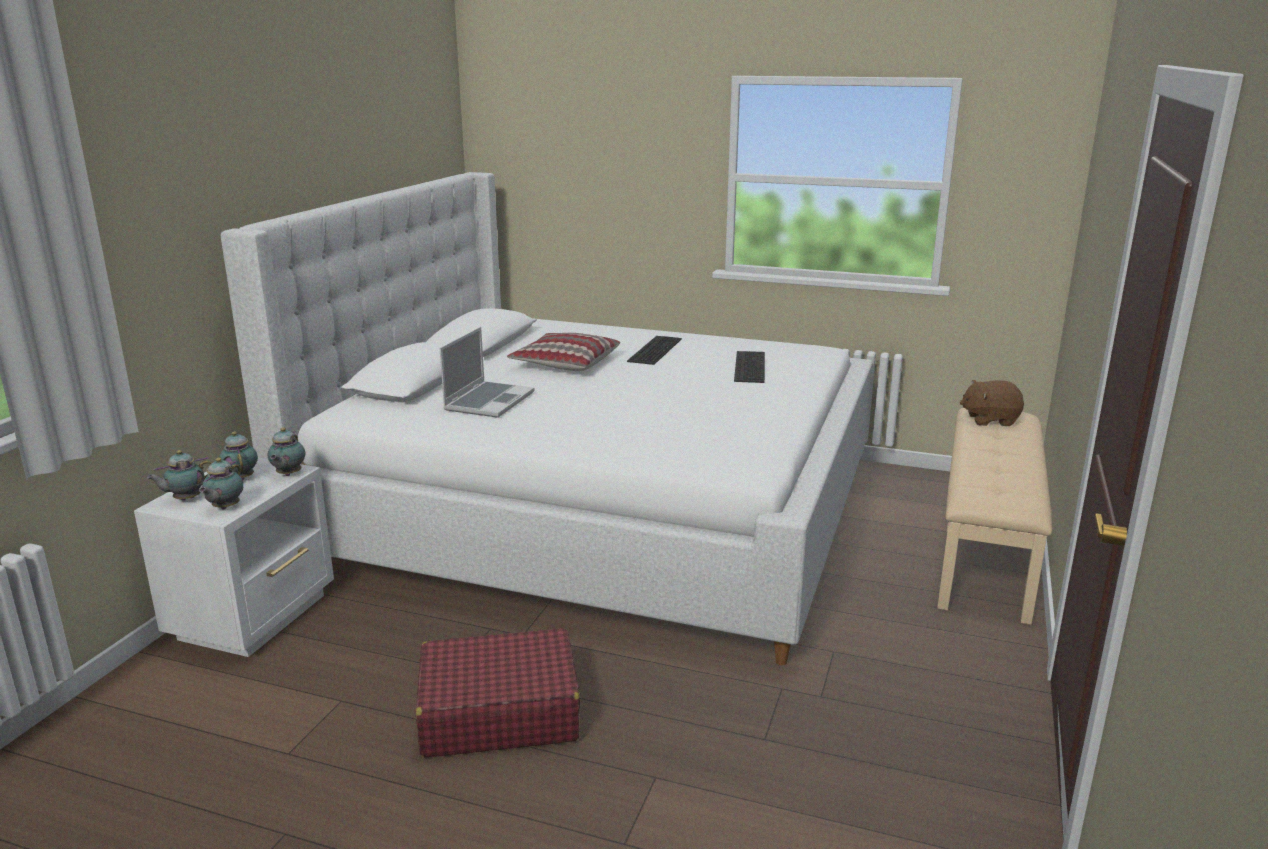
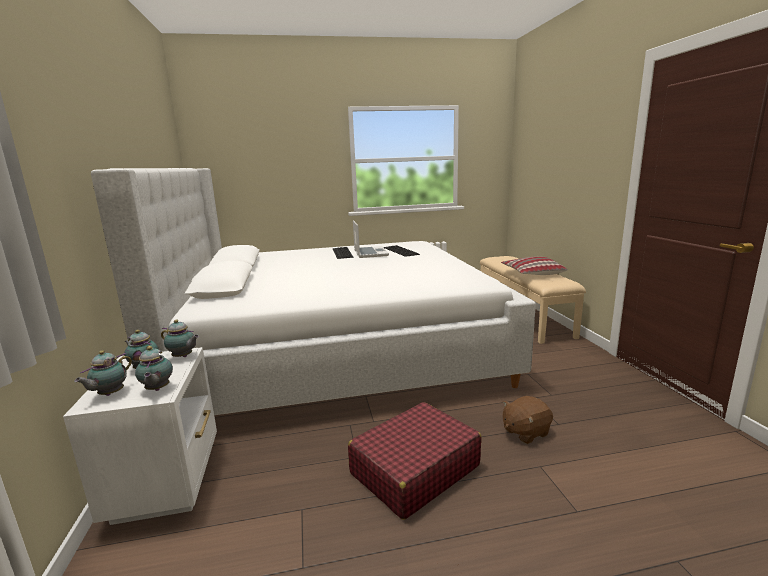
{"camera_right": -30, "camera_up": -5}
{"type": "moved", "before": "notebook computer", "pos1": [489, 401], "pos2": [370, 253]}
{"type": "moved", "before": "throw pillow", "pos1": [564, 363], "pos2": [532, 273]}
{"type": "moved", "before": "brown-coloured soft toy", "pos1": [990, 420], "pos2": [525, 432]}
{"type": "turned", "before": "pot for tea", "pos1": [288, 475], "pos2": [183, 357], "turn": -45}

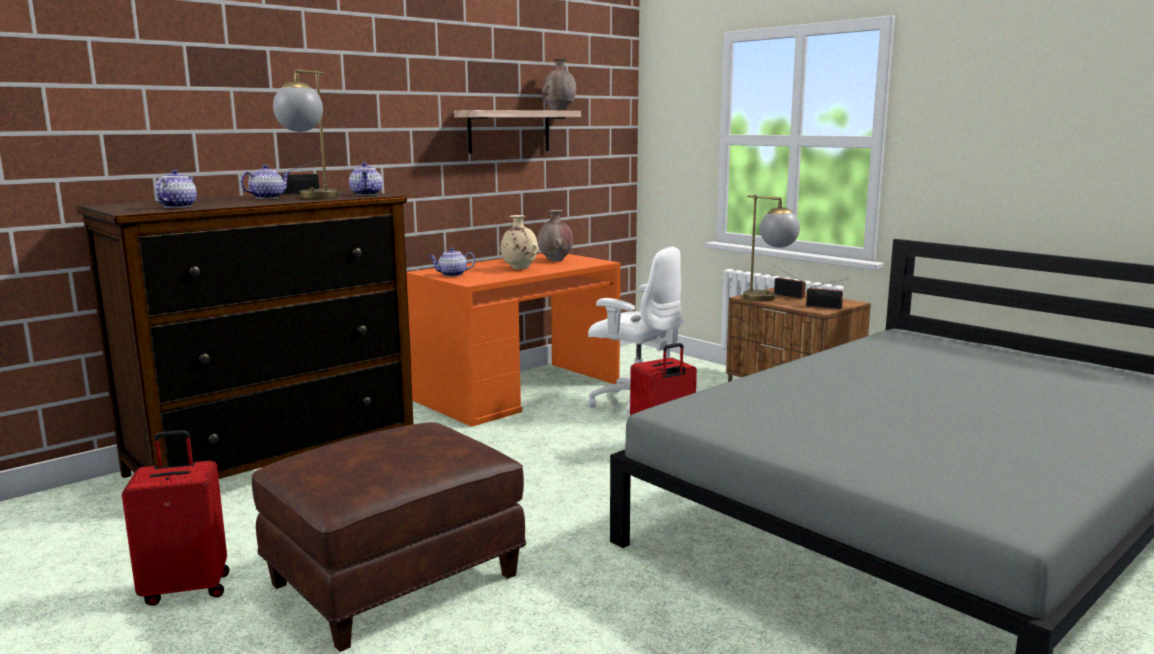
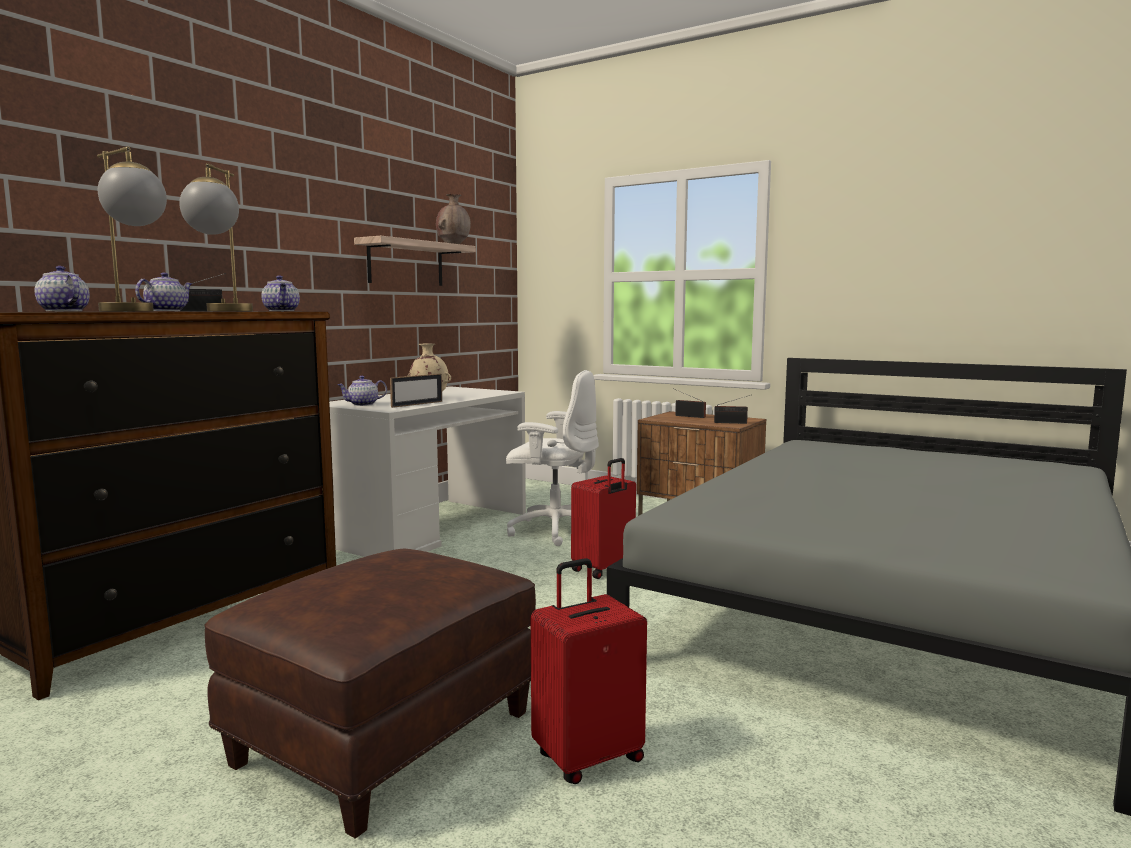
{"camera_right": -15, "camera_up": -5}
{"type": "turned", "before": "pot for tea", "pos1": [178, 206], "pos2": [63, 311], "turn": -45}
{"type": "moved", "before": "tabletop lamp", "pos1": [768, 300], "pos2": [136, 311]}
{"type": "removed", "before": "brown-coloured vase", "pos1": [556, 260]}
{"type": "recoloured", "before": "orange-coloured desk table", "after": "white-coloured desk table", "pos1": [518, 391], "pos2": [427, 527]}
{"type": "moved", "before": "reddish suitcase", "pos1": [187, 588], "pos2": [587, 757]}
{"type": "added", "after": "photo frame", "pos2": [417, 404]}

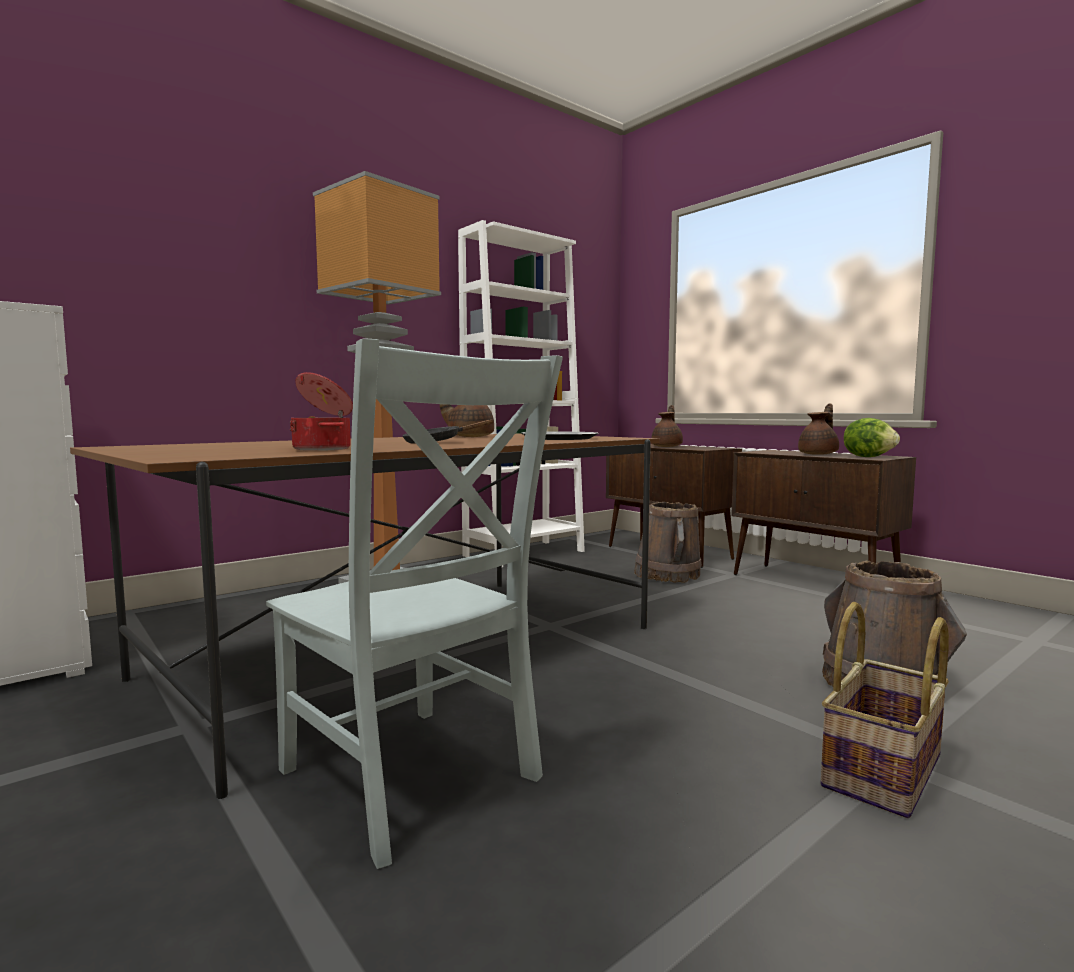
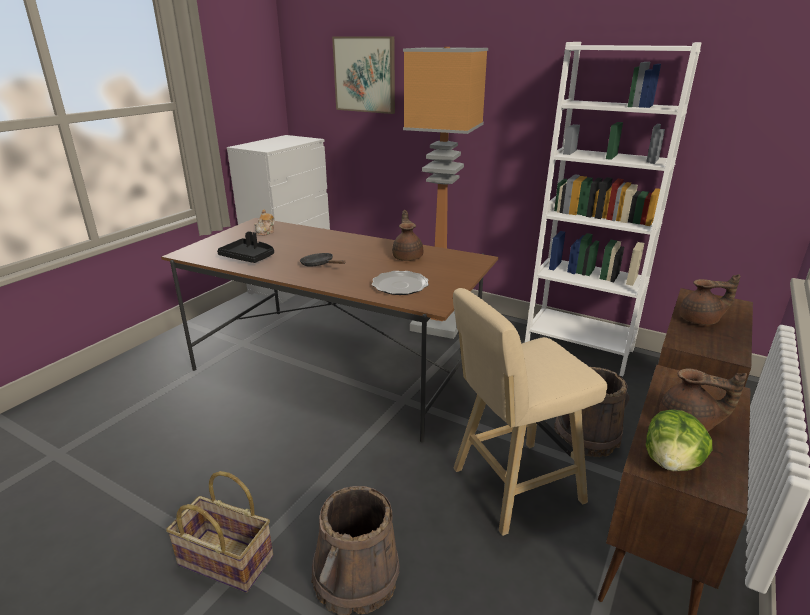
{"camera_right": 70, "camera_up": 20}
{"type": "removed", "before": "gray chair", "pos1": [414, 779]}
{"type": "replaced", "before": "stockpot", "after": "black tray", "pos1": [324, 449], "pos2": [248, 257]}
{"type": "added", "after": "wall picture", "pos2": [365, 74]}
{"type": "added", "after": "pot for tea", "pos2": [266, 232]}
{"type": "added", "after": "beige sitting stool", "pos2": [511, 487]}

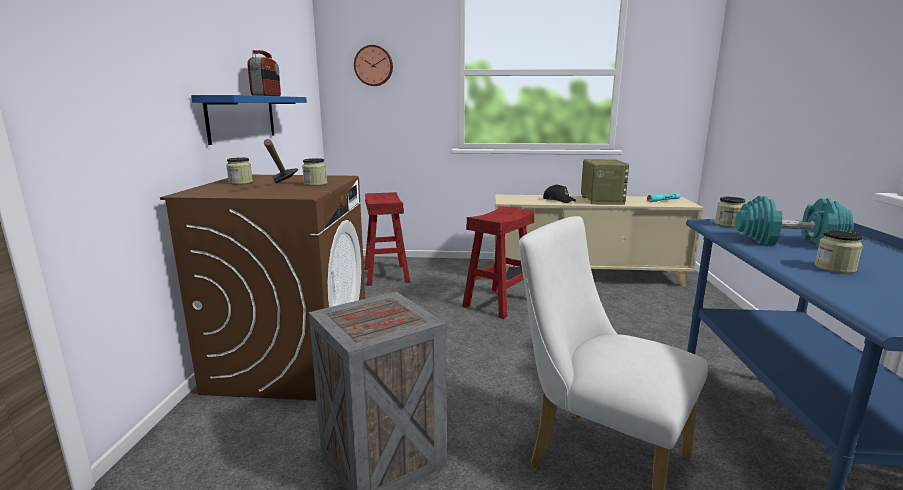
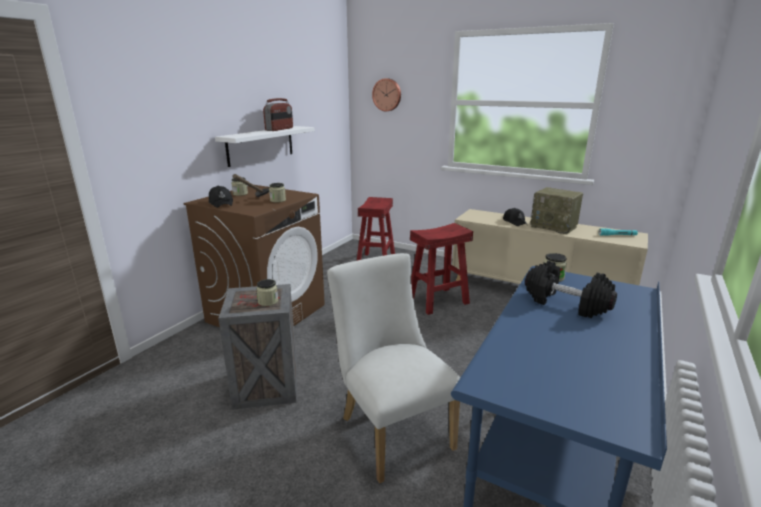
{"camera_right": 25, "camera_up": 5}
{"type": "recoloured", "before": "bluish bracket shelf", "after": "white-coloured bracket shelf", "pos1": [242, 118], "pos2": [261, 145]}
{"type": "turned", "before": "radio set", "pos1": [601, 200], "pos2": [554, 227], "turn": 105}
{"type": "recoloured", "before": "turquoise free weight", "after": "black free weight", "pos1": [788, 241], "pos2": [566, 304]}
{"type": "moved", "before": "storage jar", "pos1": [834, 268], "pos2": [268, 301]}
{"type": "added", "after": "black baseball cap", "pos2": [221, 203]}

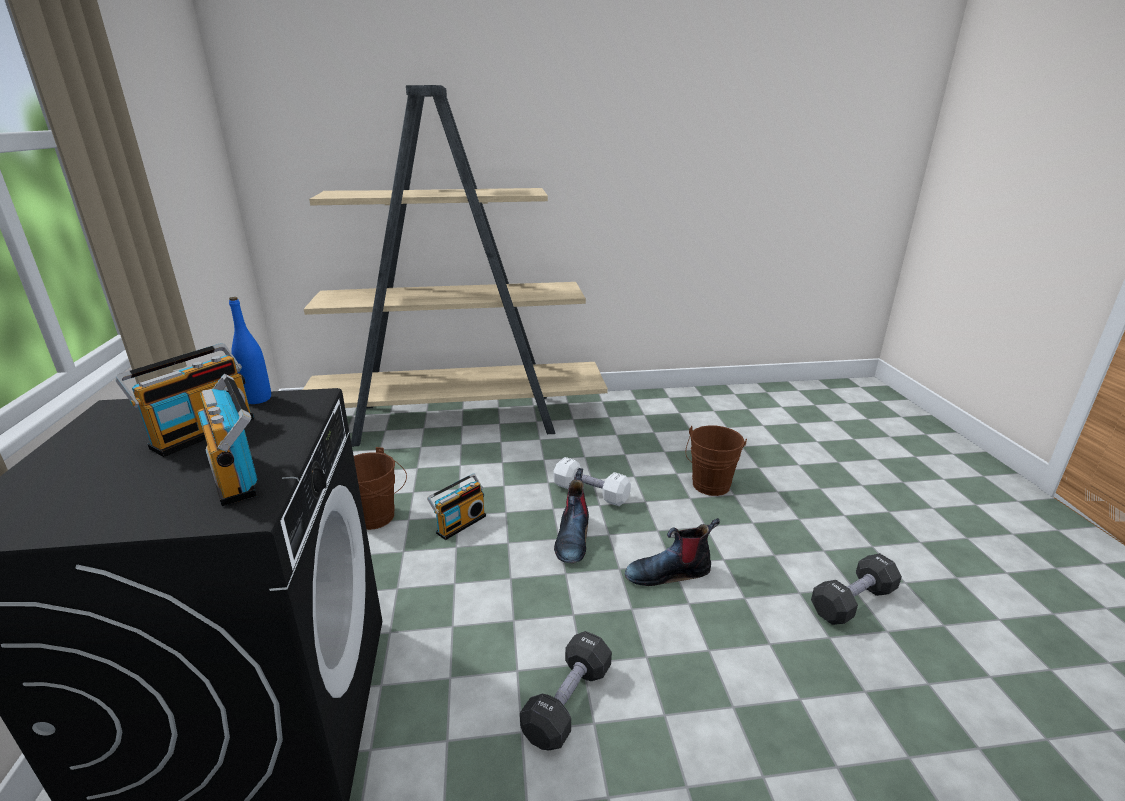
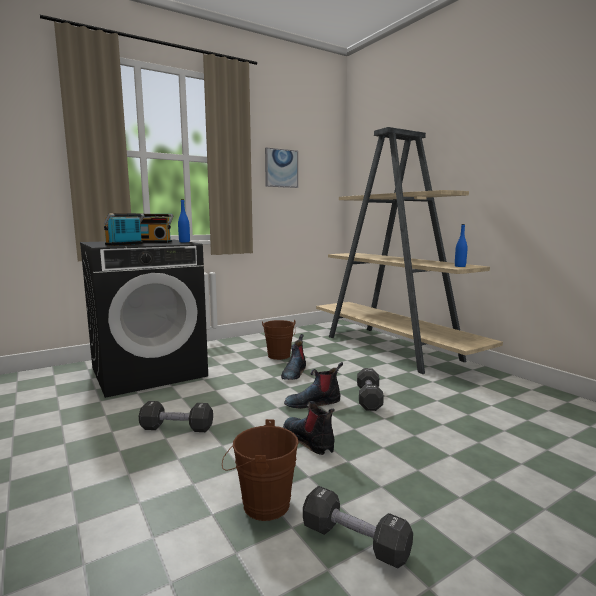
{"camera_right": 65, "camera_up": -15}
{"type": "moved", "before": "brown-coloured bucket", "pos1": [709, 487], "pos2": [261, 504]}
{"type": "recoloured", "before": "white-coloured free weight", "after": "black free weight", "pos1": [591, 493], "pos2": [369, 398]}
{"type": "replaced", "before": "radio set", "after": "tall boot", "pos1": [460, 523], "pos2": [294, 373]}
{"type": "added", "after": "wall picture", "pos2": [281, 168]}
{"type": "added", "after": "bluish bottle", "pos2": [460, 266]}

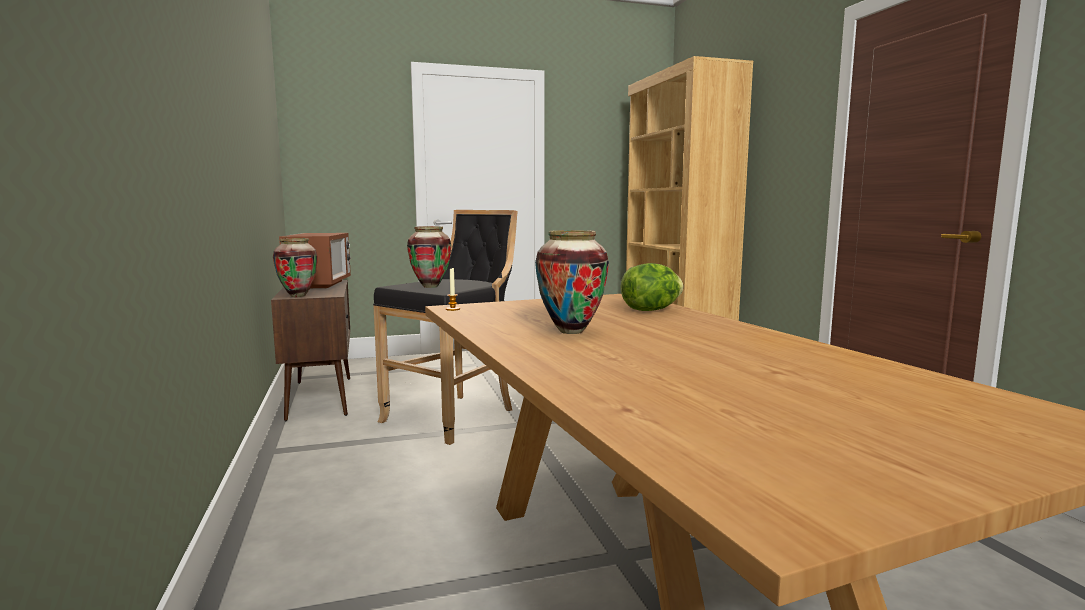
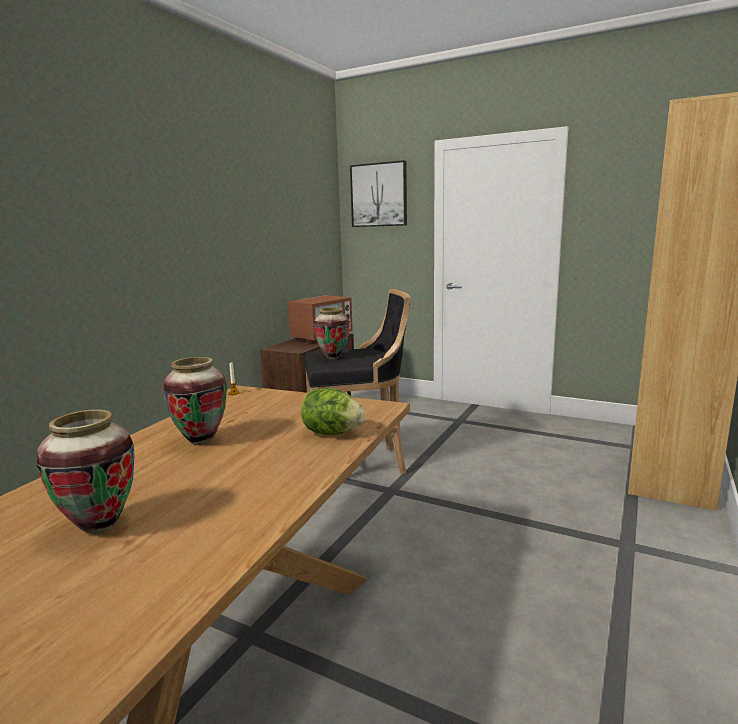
{"camera_right": 45, "camera_up": 5}
{"type": "moved", "before": "vase", "pos1": [298, 296], "pos2": [100, 526]}
{"type": "added", "after": "wall picture", "pos2": [379, 195]}

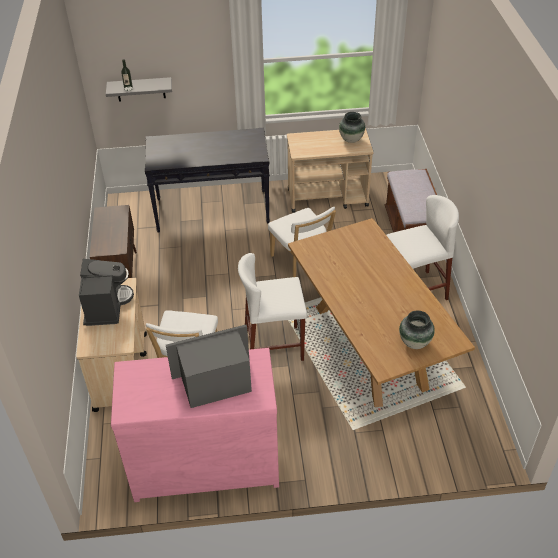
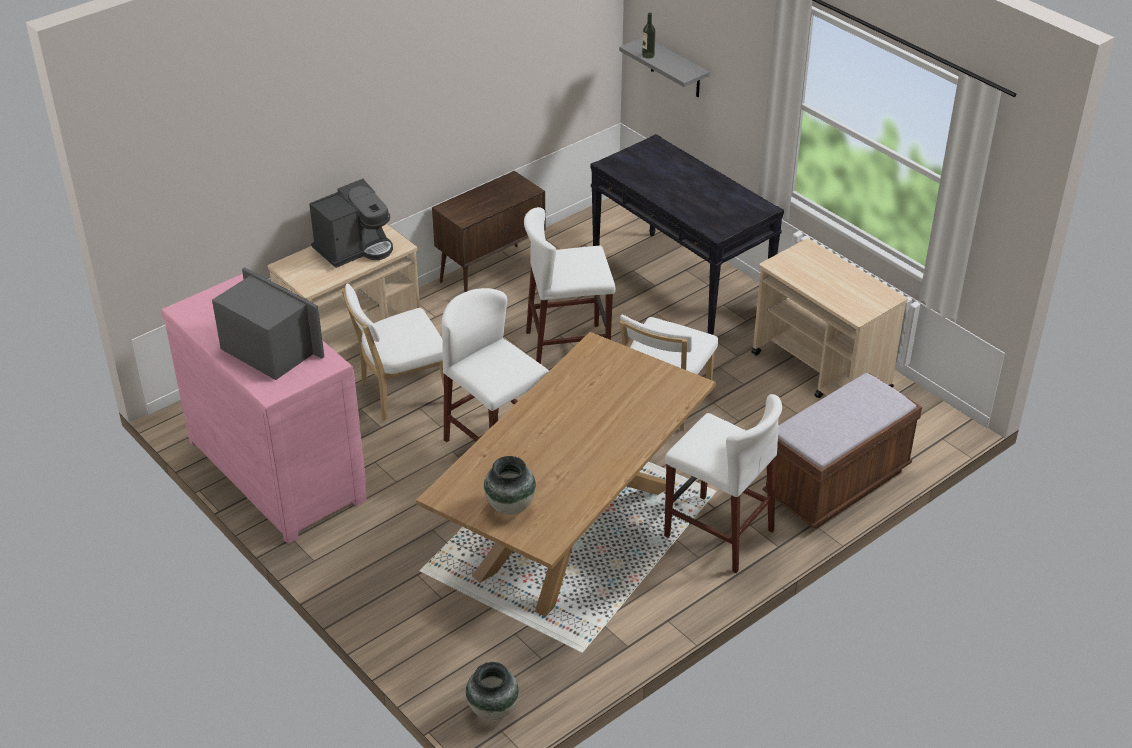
{"camera_right": 55, "camera_up": -5}
{"type": "moved", "before": "vase", "pos1": [351, 139], "pos2": [492, 710]}
{"type": "added", "after": "white-coloured sitting stool", "pos2": [567, 347]}

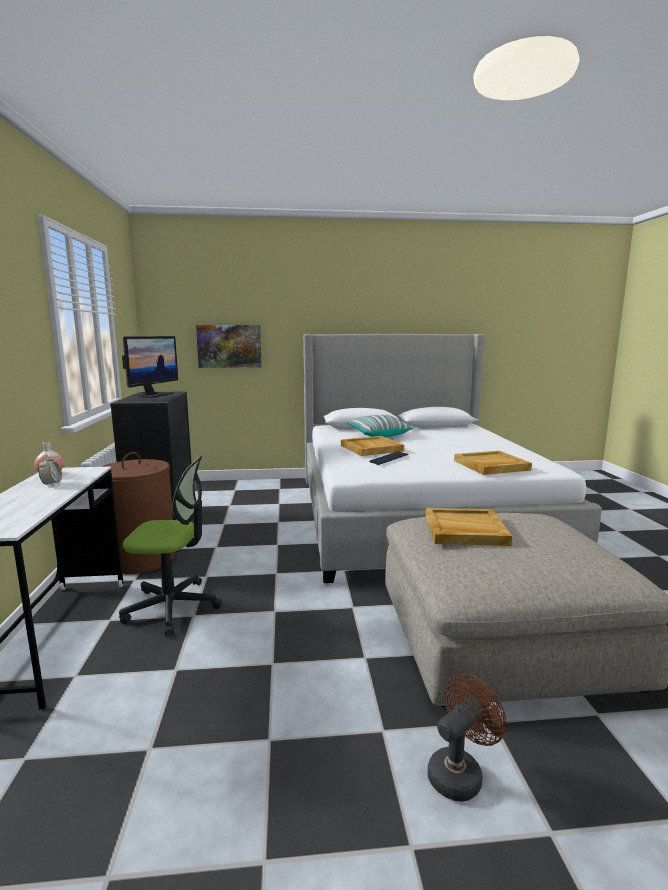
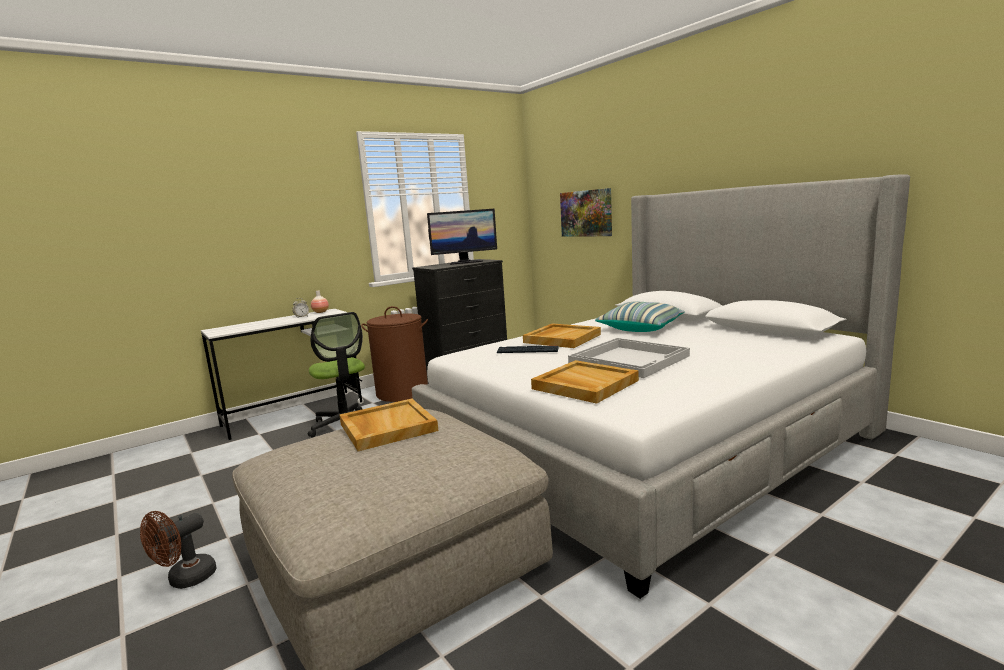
{"camera_right": 60, "camera_up": 0}
{"type": "turned", "before": "brown-coloured cooling fan", "pos1": [459, 772], "pos2": [185, 580], "turn": 105}
{"type": "added", "after": "white-coloured tray", "pos2": [630, 359]}

